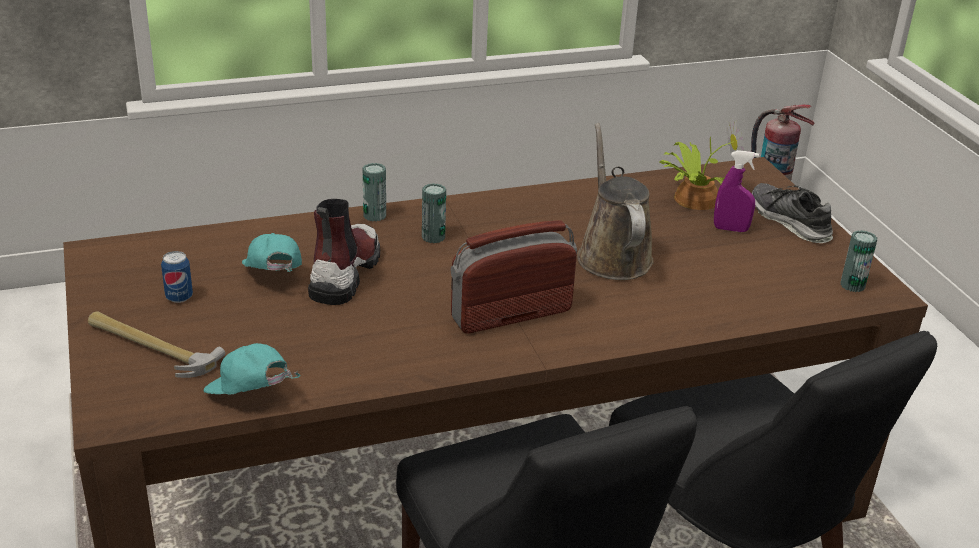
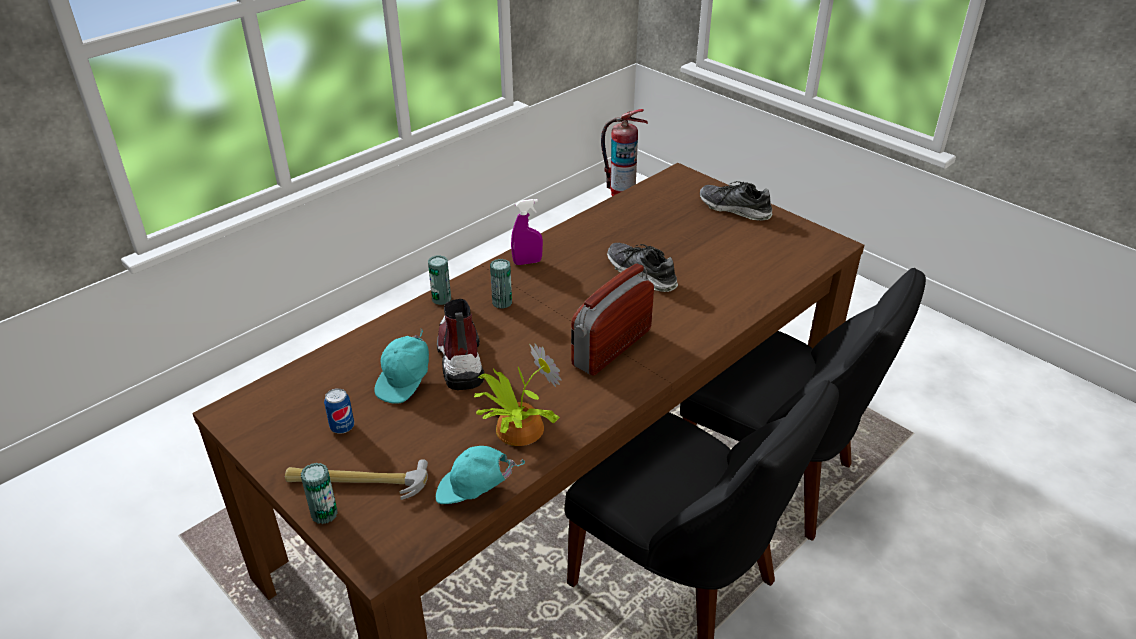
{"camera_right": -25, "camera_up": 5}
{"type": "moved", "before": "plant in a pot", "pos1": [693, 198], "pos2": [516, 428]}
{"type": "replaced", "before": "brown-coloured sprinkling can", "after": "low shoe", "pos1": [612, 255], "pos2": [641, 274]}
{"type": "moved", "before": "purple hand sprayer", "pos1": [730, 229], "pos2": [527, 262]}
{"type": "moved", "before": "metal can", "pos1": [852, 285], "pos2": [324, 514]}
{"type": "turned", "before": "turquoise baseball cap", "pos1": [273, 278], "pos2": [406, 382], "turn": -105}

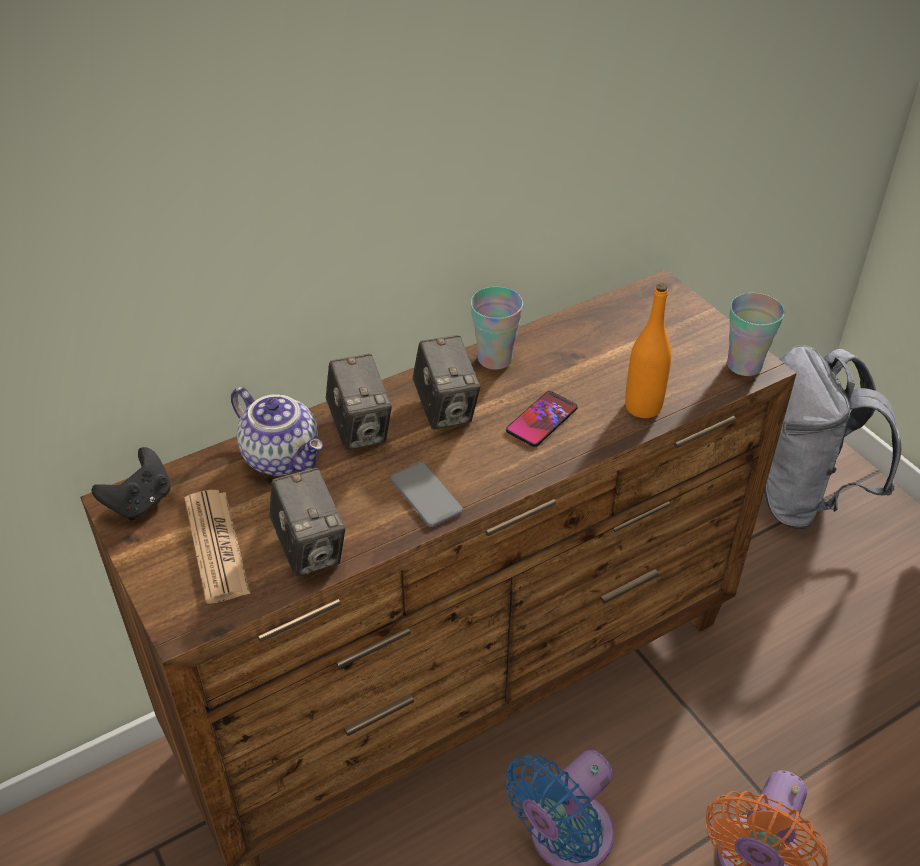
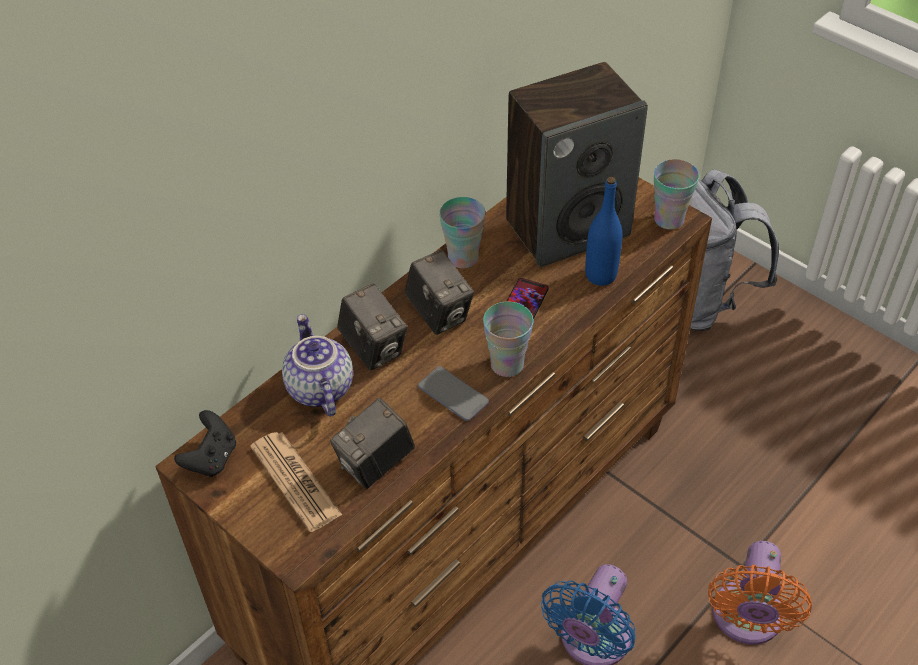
{"camera_right": -15, "camera_up": 5}
{"type": "recoloured", "before": "orange-coloured bottle", "after": "bluish bottle", "pos1": [643, 407], "pos2": [600, 275]}
{"type": "turned", "before": "pot for tea", "pos1": [283, 457], "pos2": [318, 388], "turn": -135}
{"type": "turned", "before": "still camera", "pos1": [310, 549], "pos2": [376, 464], "turn": 90}
{"type": "added", "after": "audio speaker", "pos2": [568, 227]}
{"type": "added", "after": "small cup", "pos2": [507, 364]}

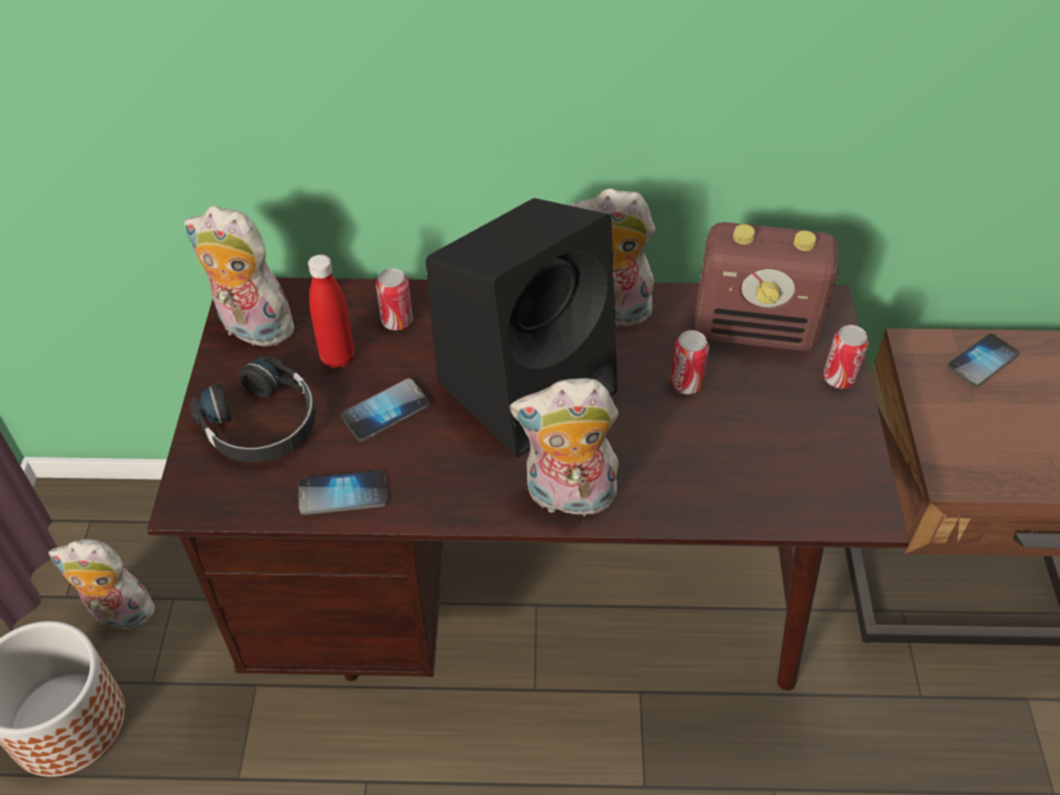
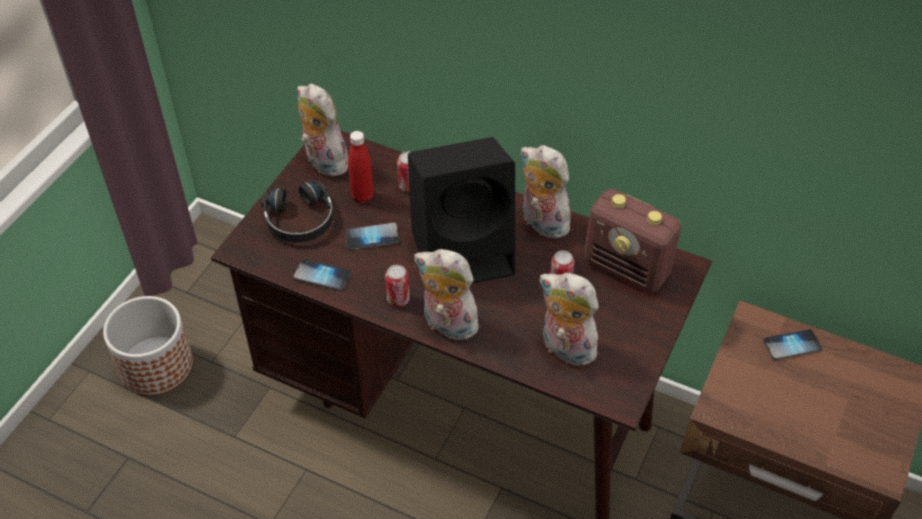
{"camera_right": 25, "camera_up": 0}
{"type": "moved", "before": "metal can", "pos1": [839, 378], "pos2": [398, 299]}
{"type": "moved", "before": "soft toy", "pos1": [118, 614], "pos2": [565, 349]}

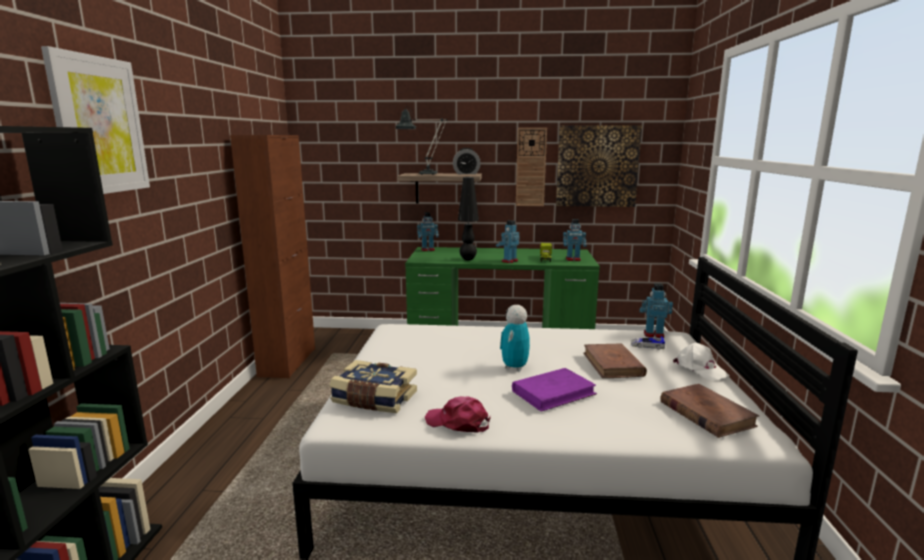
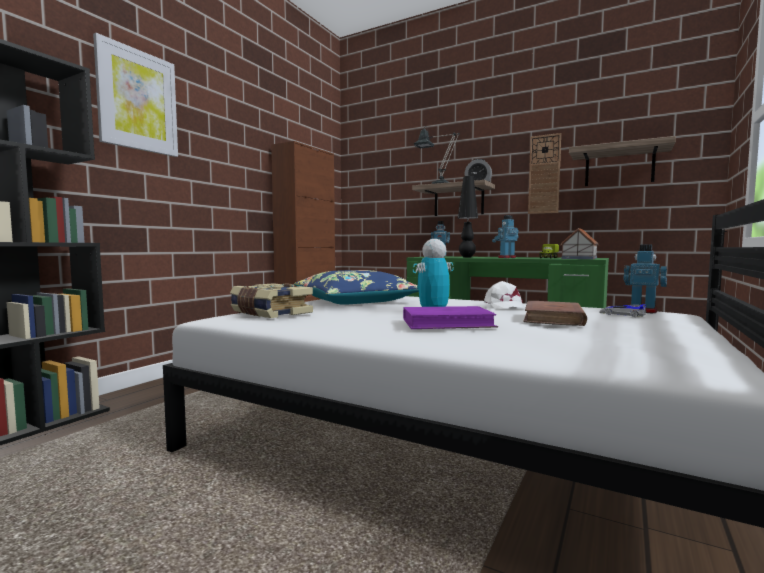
{"camera_right": 25, "camera_up": -10}
{"type": "replaced", "before": "wall picture", "after": "bracket shelf", "pos1": [597, 166], "pos2": [619, 167]}
{"type": "replaced", "before": "model robot", "after": "model house", "pos1": [573, 259], "pos2": [580, 258]}
{"type": "moved", "before": "white-coloured baseball cap", "pos1": [700, 369], "pos2": [504, 306]}
{"type": "removed", "before": "brown-coloured book", "pos1": [706, 413]}
{"type": "removed", "before": "pink baseball cap", "pos1": [458, 422]}
{"type": "added", "after": "bluish throw pillow", "pos2": [355, 301]}

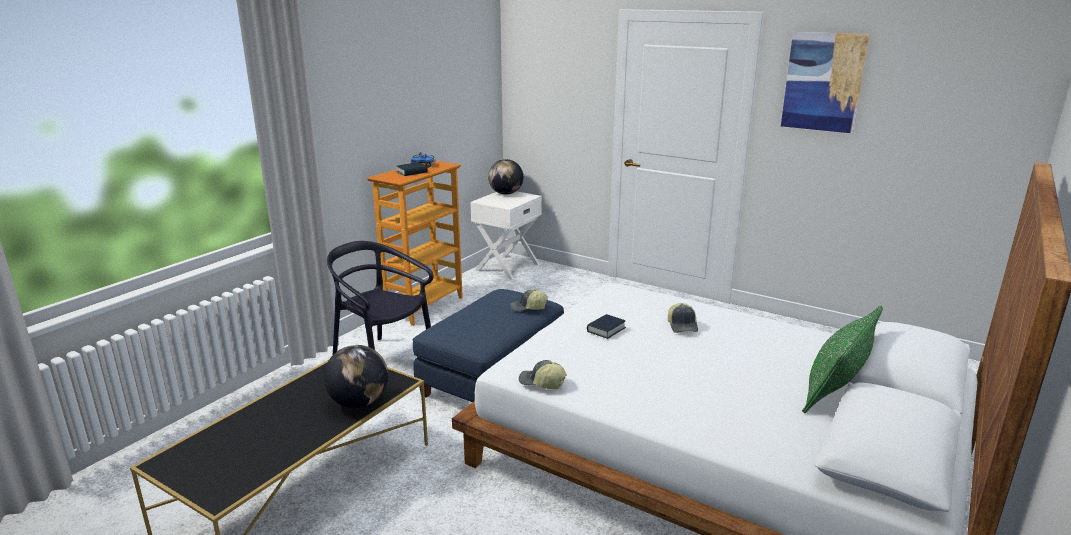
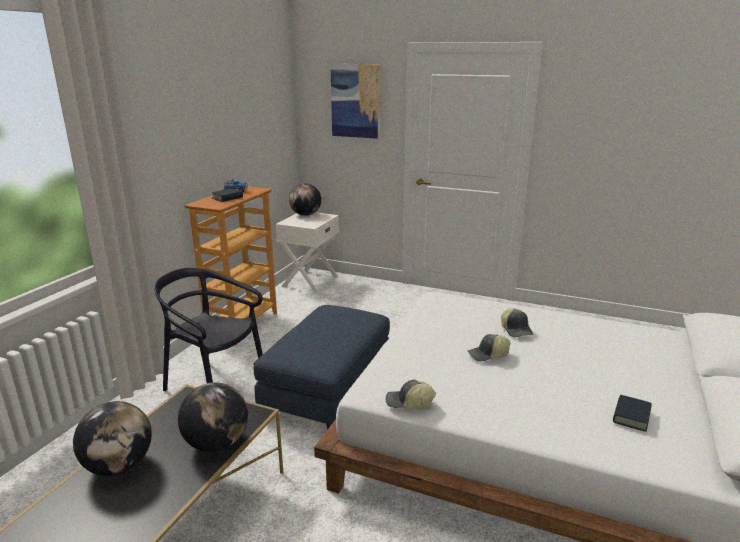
{"camera_right": -10, "camera_up": 0}
{"type": "moved", "before": "wall picture", "pos1": [823, 82], "pos2": [356, 101]}
{"type": "moved", "before": "baseball cap", "pos1": [528, 308], "pos2": [488, 355]}
{"type": "removed", "before": "green throw pillow", "pos1": [836, 387]}
{"type": "moved", "before": "book", "pos1": [606, 330], "pos2": [631, 417]}
{"type": "added", "after": "world globe", "pos2": [119, 466]}

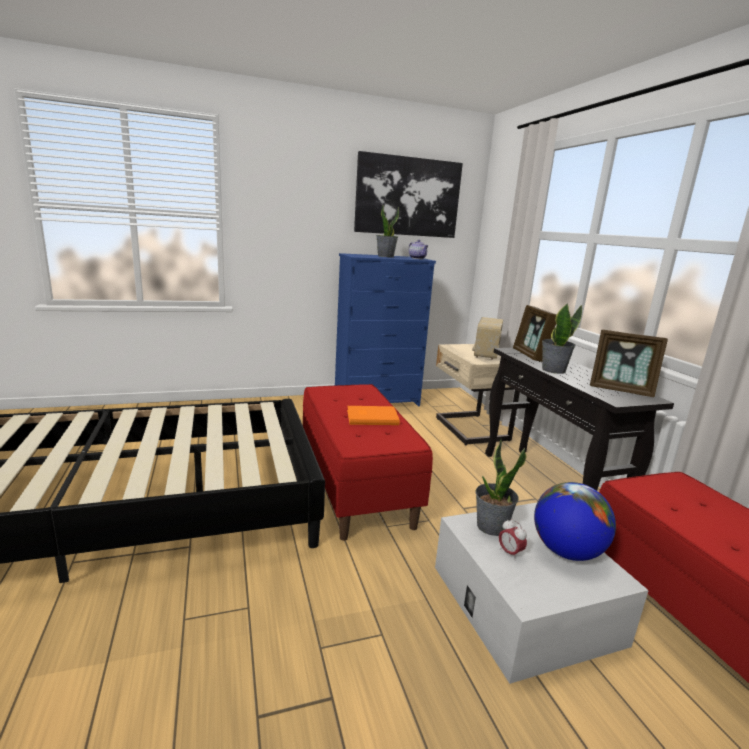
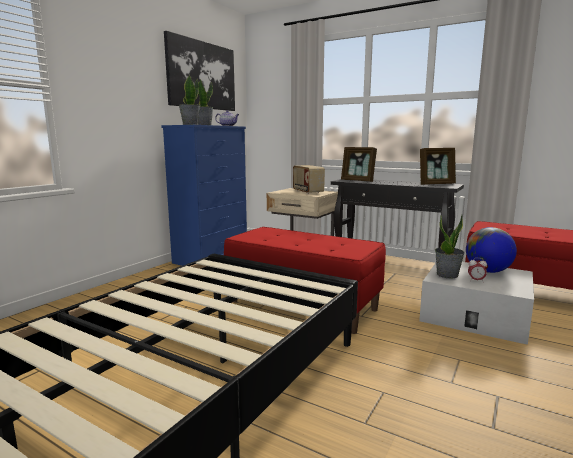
{"camera_right": -40, "camera_up": -5}
{"type": "moved", "before": "plant in a pot", "pos1": [553, 370], "pos2": [190, 124]}
{"type": "removed", "before": "orange-coloured book", "pos1": [371, 417]}

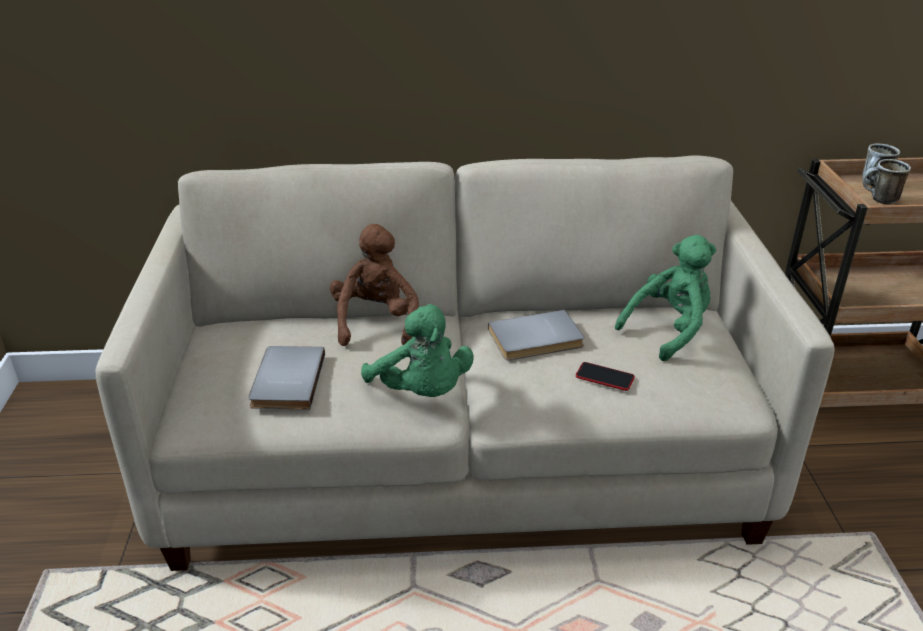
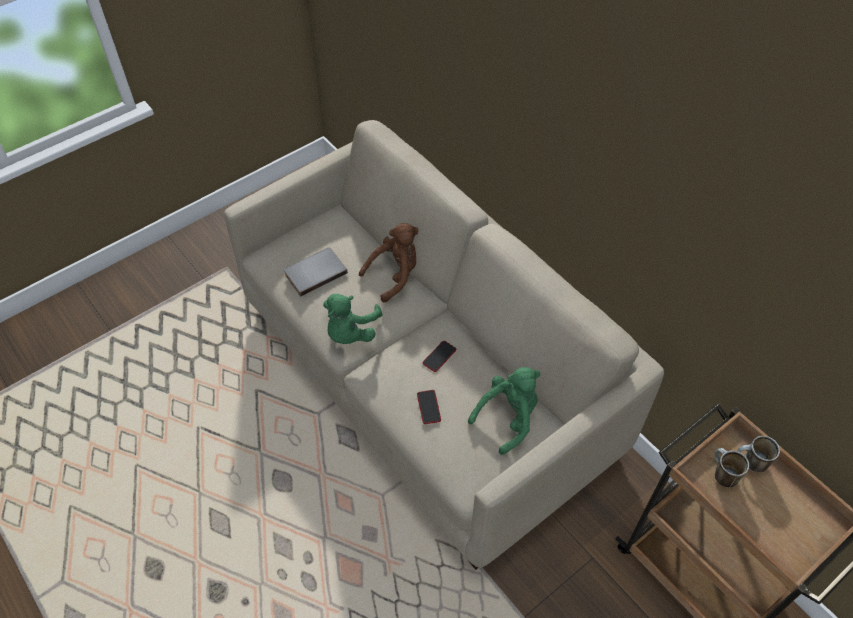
{"camera_right": 55, "camera_up": 20}
{"type": "turned", "before": "green soft toy", "pos1": [669, 330], "pos2": [508, 418], "turn": -60}
{"type": "replaced", "before": "gray book", "after": "telephone", "pos1": [536, 340], "pos2": [439, 356]}

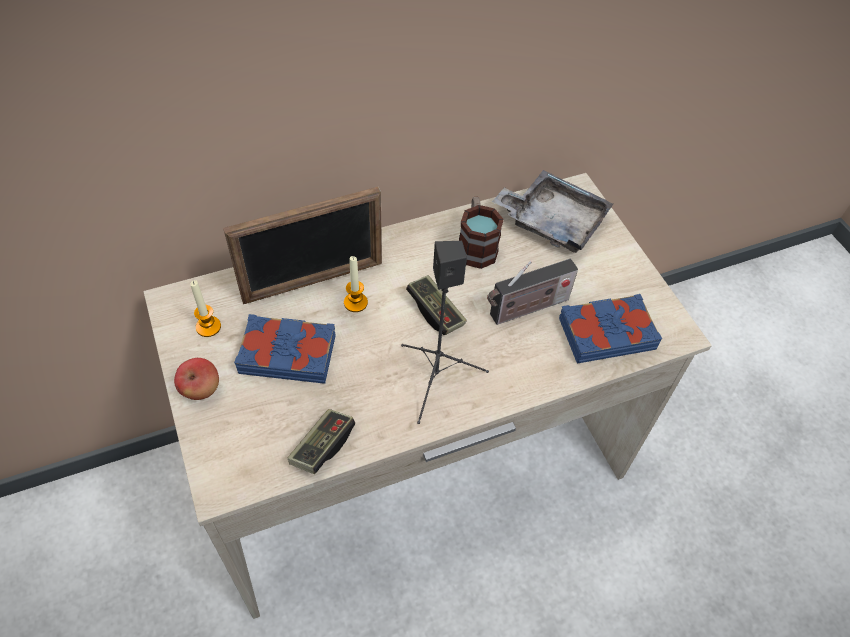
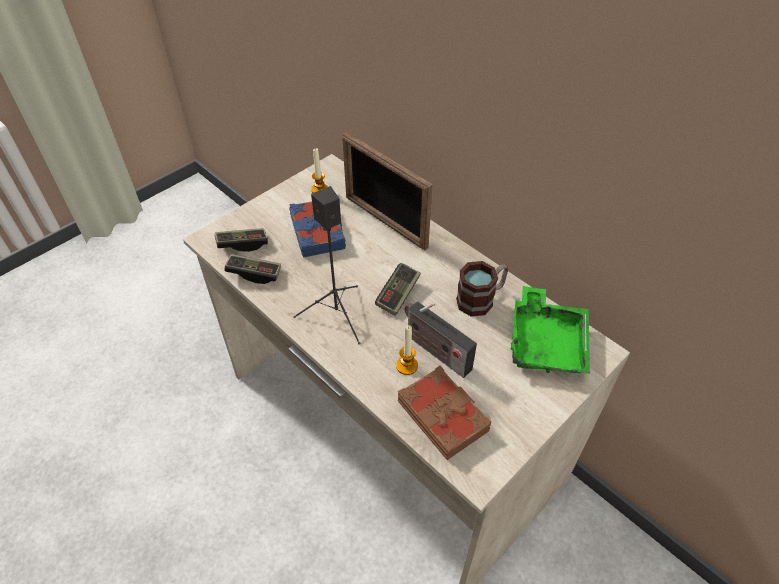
{"camera_right": 70, "camera_up": -5}
{"type": "recoloured", "before": "gray tray", "after": "green tray", "pos1": [552, 221], "pos2": [546, 342]}
{"type": "moved", "before": "wax light", "pos1": [355, 302], "pos2": [407, 365]}
{"type": "recoloured", "before": "bluish book", "after": "brown-coloured book", "pos1": [606, 333], "pos2": [443, 415]}
{"type": "removed", "before": "apple fruit", "pos1": [201, 389]}
{"type": "added", "after": "gamepad", "pos2": [242, 244]}

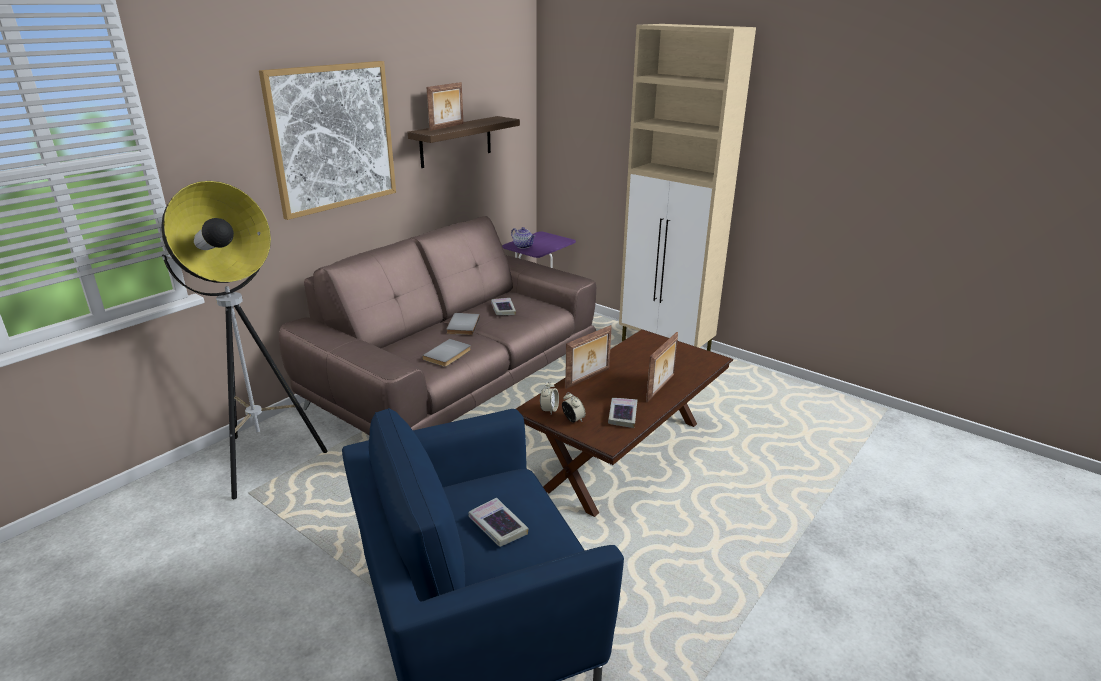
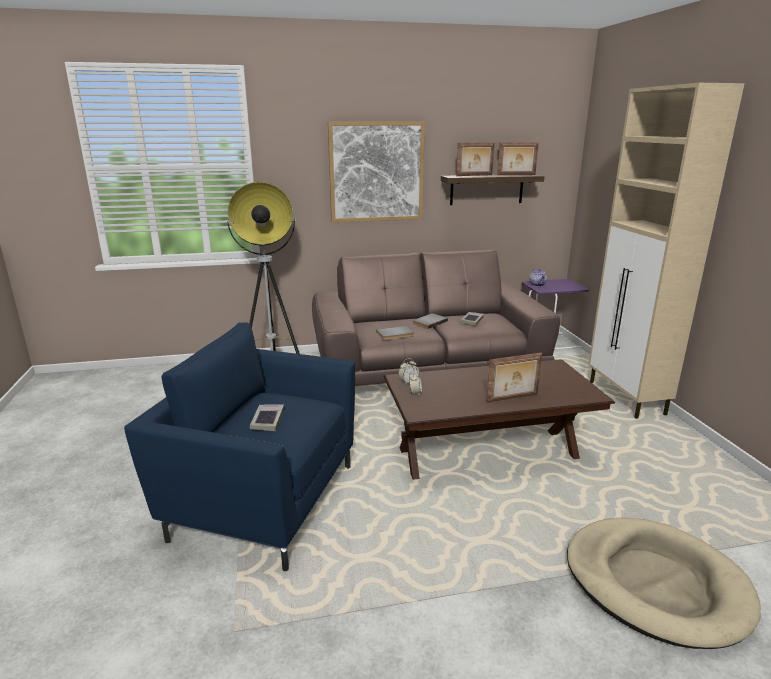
{"camera_right": 40, "camera_up": -5}
{"type": "moved", "before": "photo frame", "pos1": [588, 378], "pos2": [516, 175]}
{"type": "removed", "before": "book", "pos1": [622, 415]}
{"type": "added", "after": "beige dog bed", "pos2": [655, 583]}

